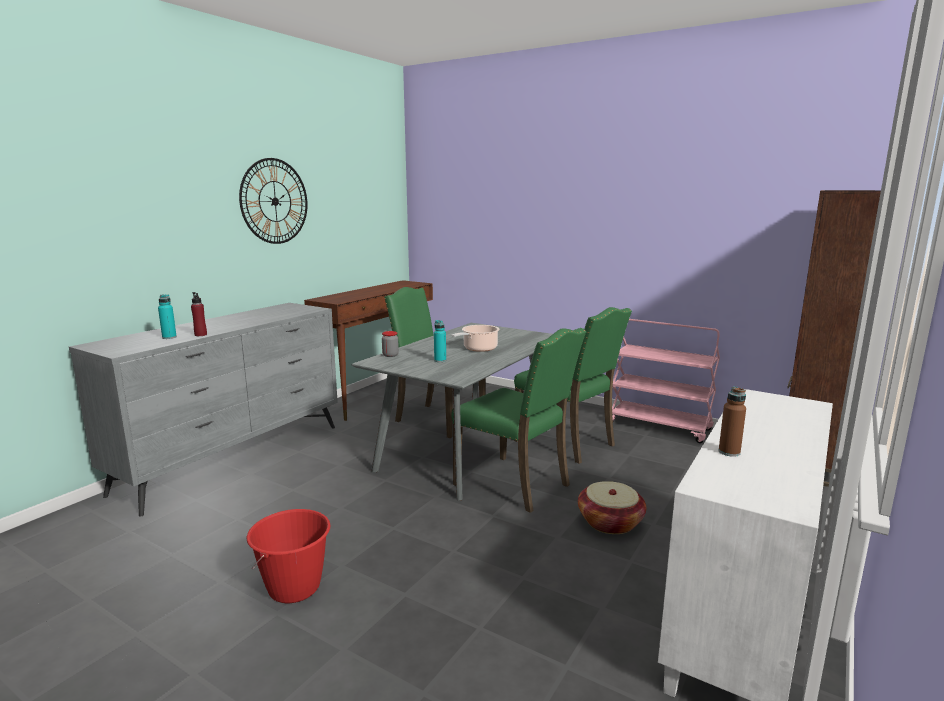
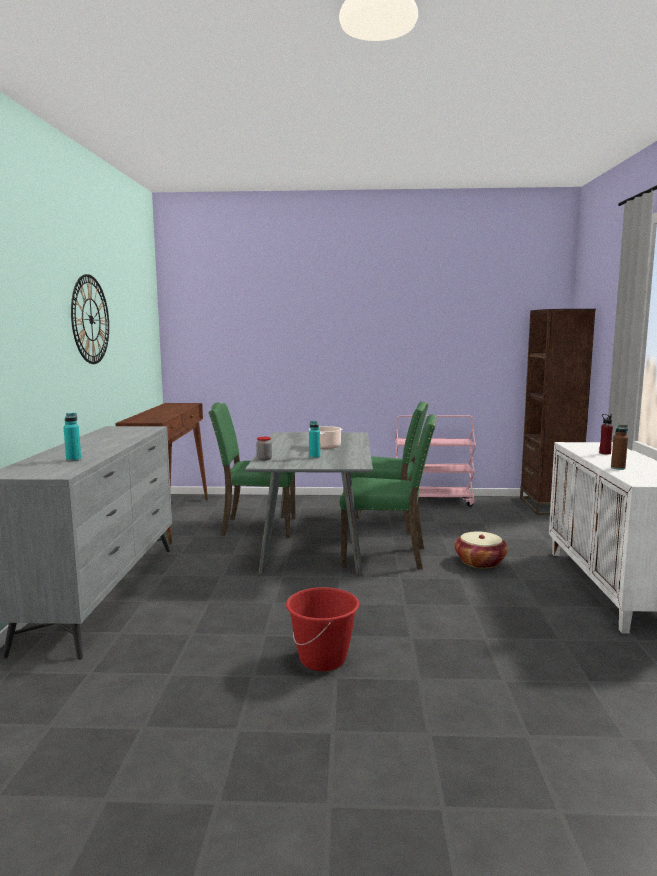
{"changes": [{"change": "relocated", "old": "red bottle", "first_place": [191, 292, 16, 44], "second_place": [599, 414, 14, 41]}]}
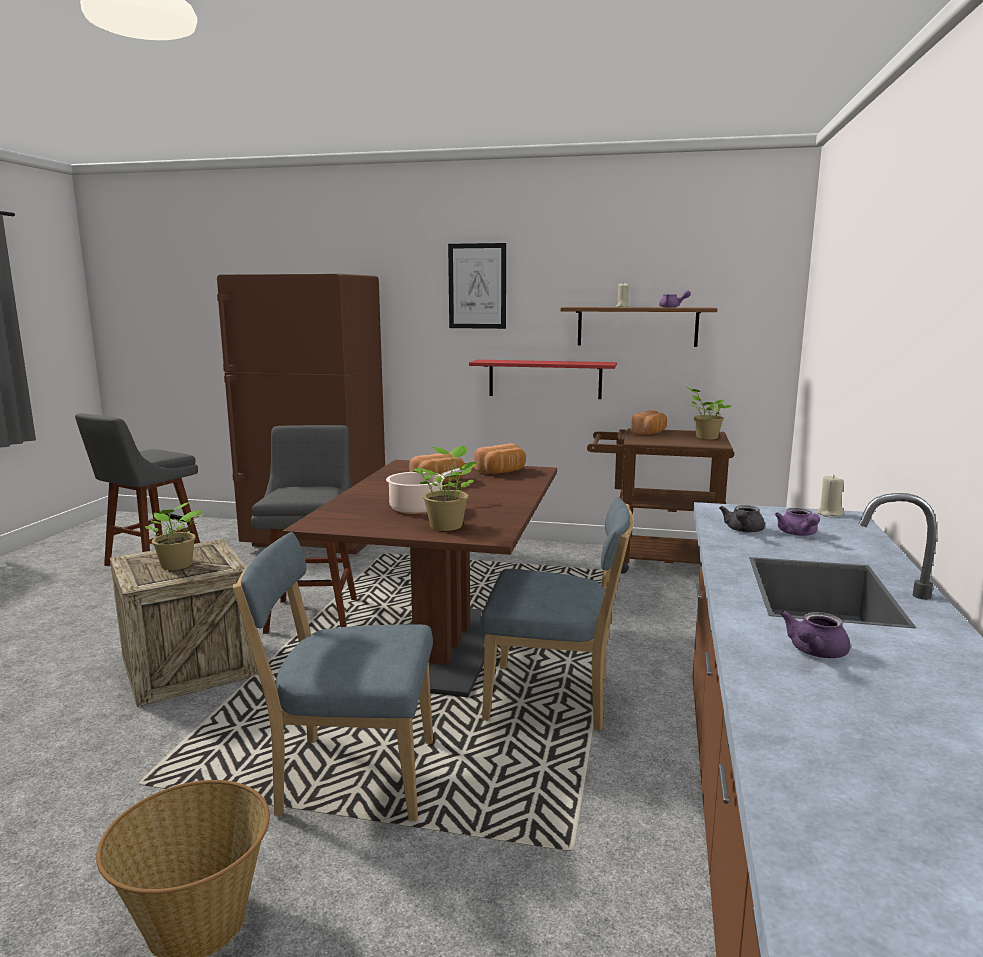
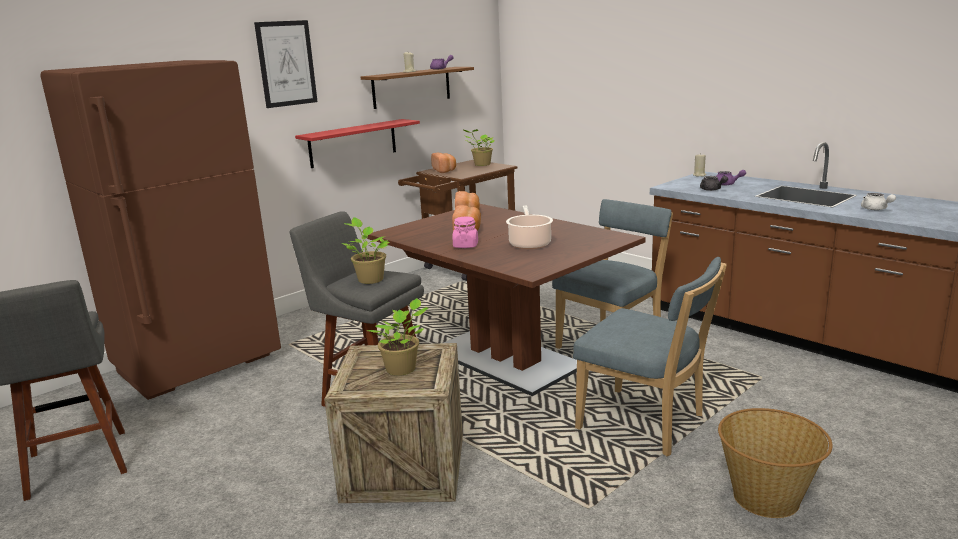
{"changes": [{"change": "relocated", "old": "potted plant", "first_place": [412, 445, 65, 86], "second_place": [341, 217, 48, 67]}, {"change": "spun", "old": "blue chair", "first_place": [233, 532, 200, 289], "second_place": [573, 257, 154, 199], "degrees": -90}, {"change": "colour", "old": "purple teapot", "new": "white teapot", "first_place": [780, 611, 70, 47], "second_place": [861, 193, 35, 17]}, {"change": "appeared", "new": "pink jar", "second_place": [452, 217, 26, 31]}]}
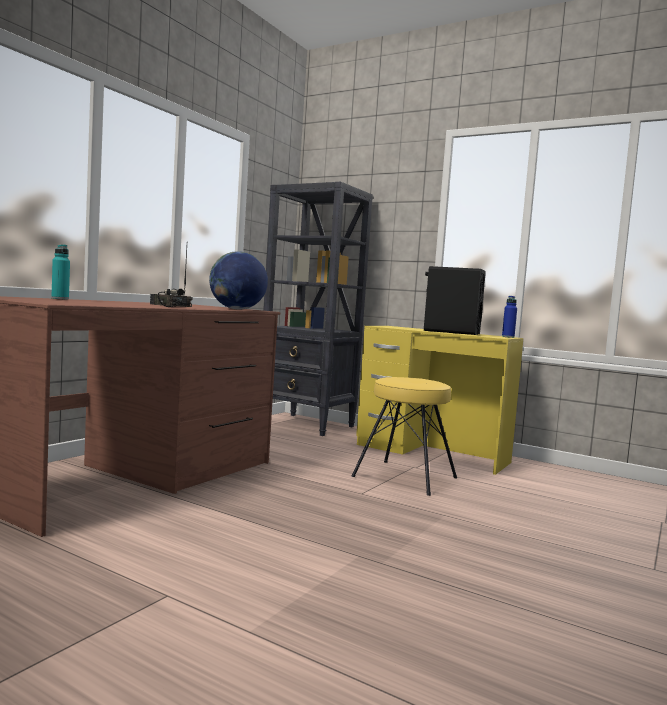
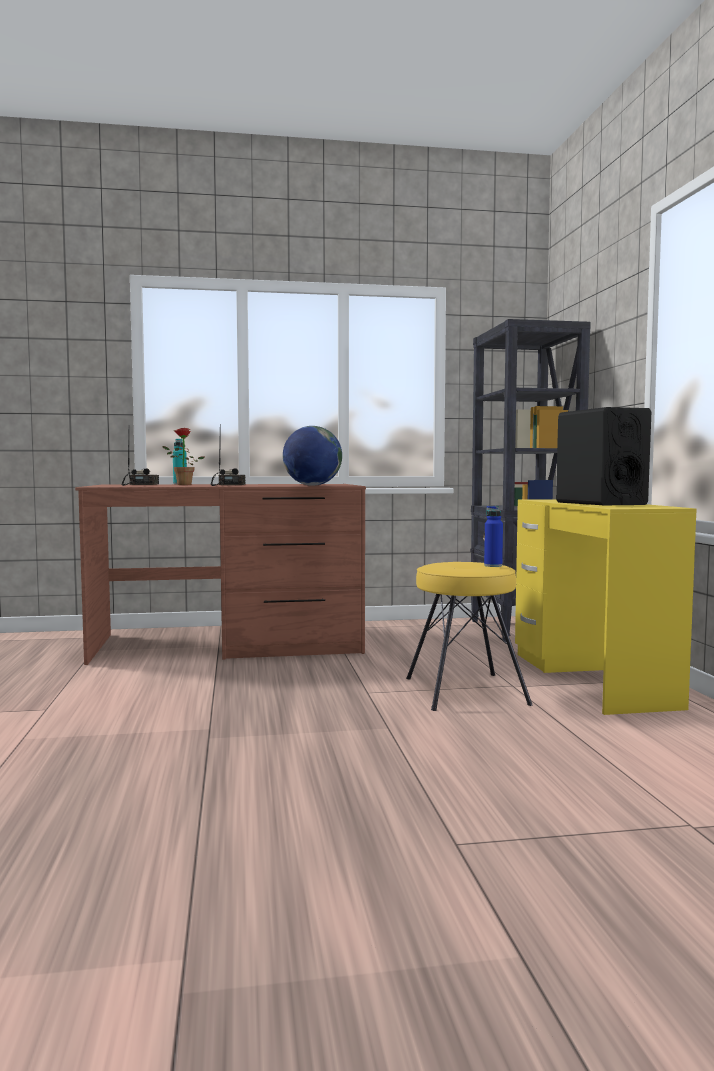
{"changes": [{"change": "relocated", "old": "blue bottle", "first_place": [502, 296, 15, 42], "second_place": [484, 506, 19, 61]}, {"change": "appeared", "new": "potted plant", "second_place": [163, 428, 41, 57]}, {"change": "appeared", "new": "radio", "second_place": [122, 435, 37, 51]}]}
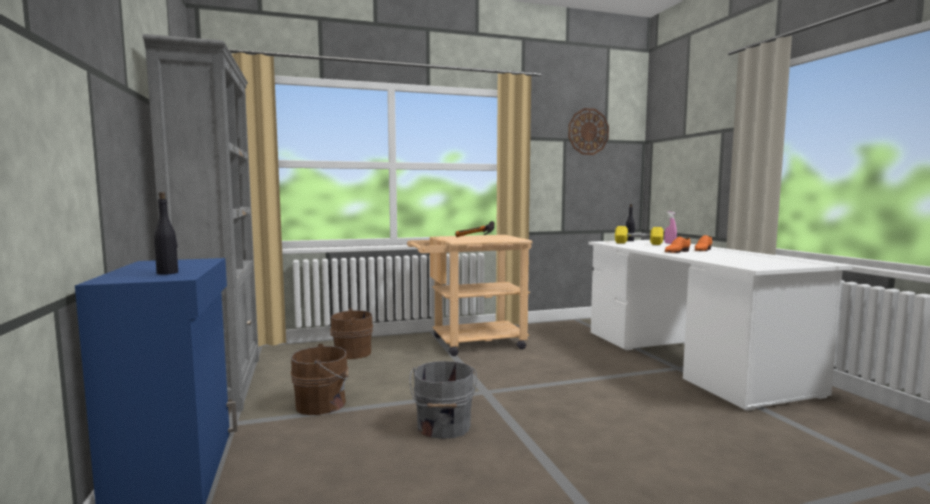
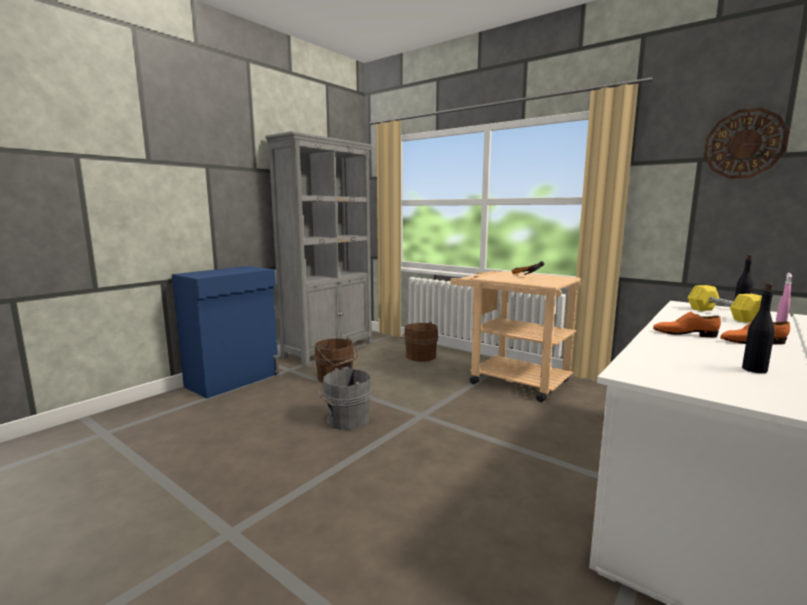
{"changes": [{"change": "relocated", "old": "black bottle", "first_place": [154, 192, 24, 83], "second_place": [742, 283, 33, 90]}]}
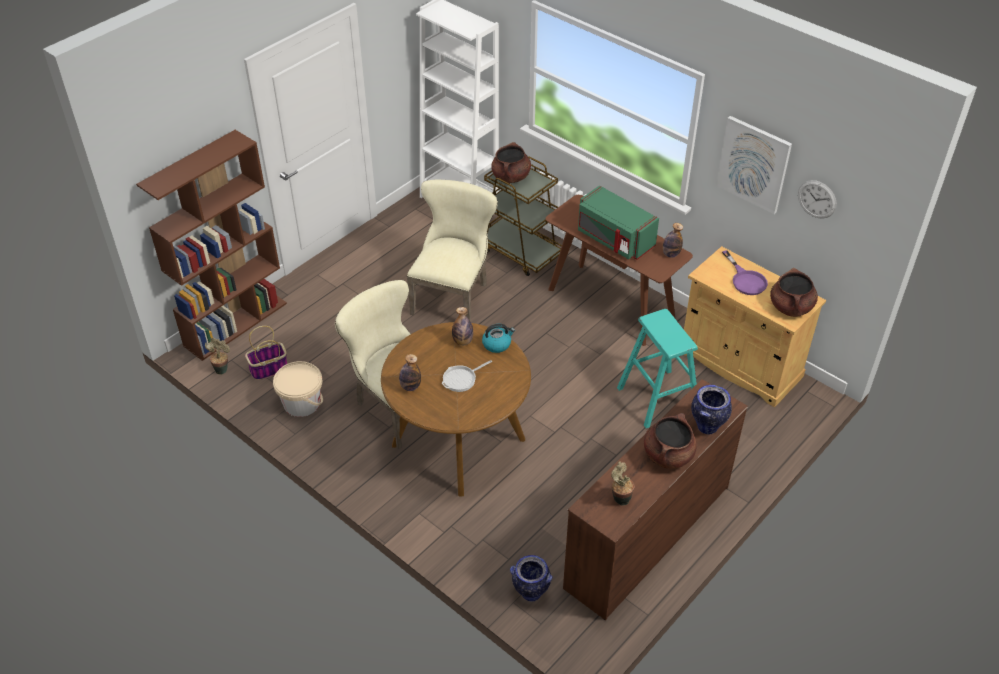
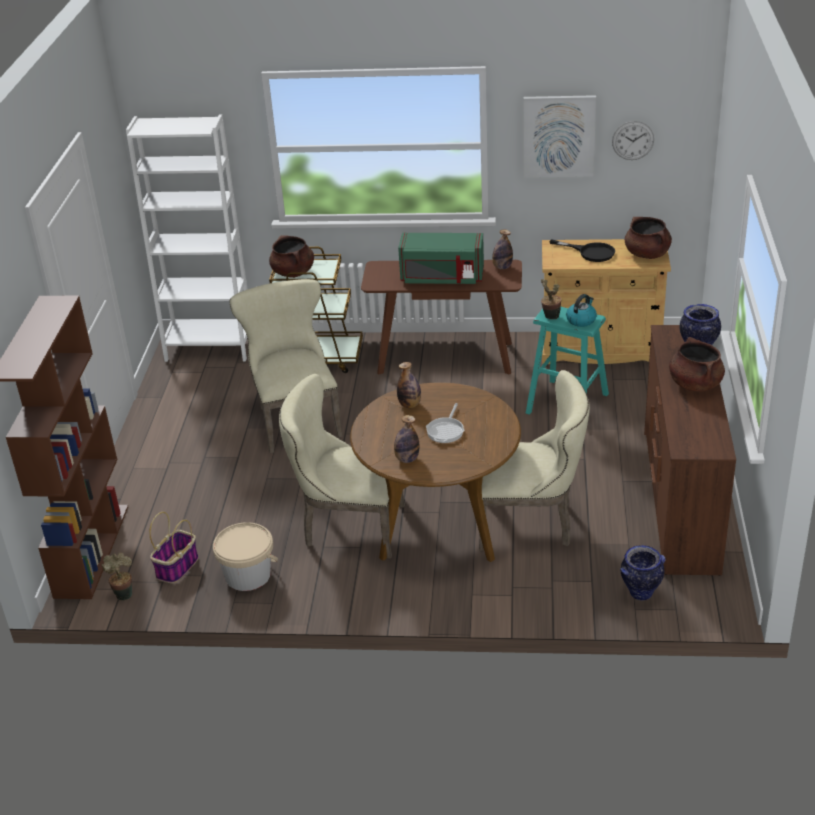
{"changes": [{"change": "colour", "old": "purple frying pan", "new": "black frying pan", "first_place": [722, 250, 46, 45], "second_place": [549, 239, 66, 23]}, {"change": "relocated", "old": "kettle", "first_place": [482, 324, 33, 29], "second_place": [566, 294, 31, 33]}, {"change": "relocated", "old": "potted plant", "first_place": [611, 461, 23, 45], "second_place": [541, 279, 20, 40]}, {"change": "appeared", "new": "beige chair", "second_place": [479, 370, 111, 181]}]}
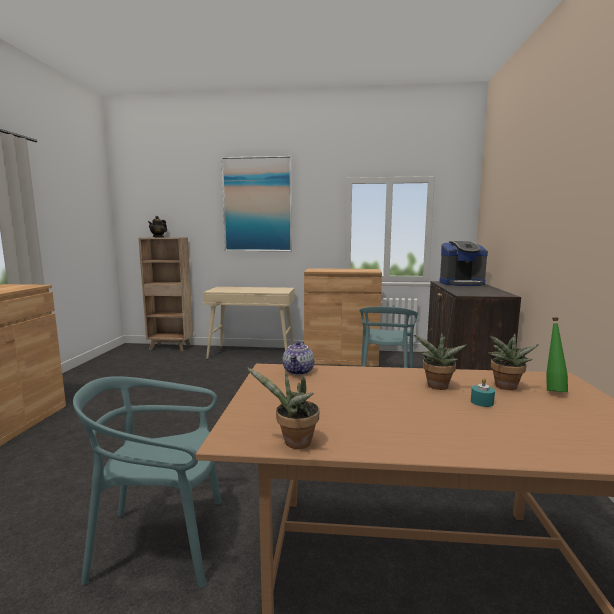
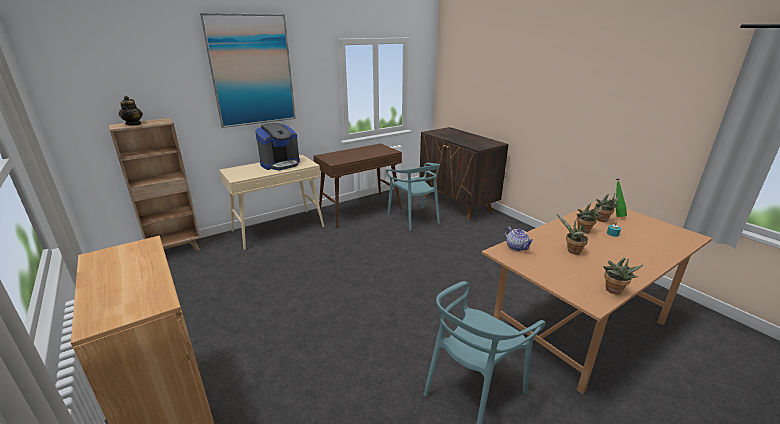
{"changes": [{"change": "relocated", "old": "coffee machine", "first_place": [440, 241, 48, 45], "second_place": [255, 123, 45, 47]}, {"change": "exchanged", "old": "brown cabinet", "new": "brown console table", "first_place": [304, 268, 78, 98], "second_place": [313, 143, 89, 85]}, {"change": "appeared", "new": "potted plant", "second_place": [557, 214, 31, 40]}]}
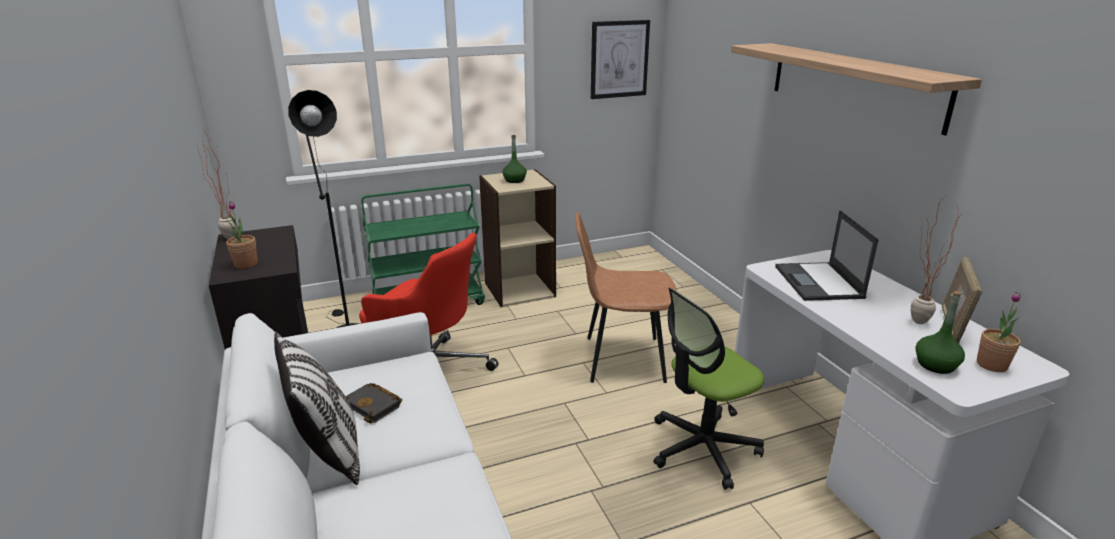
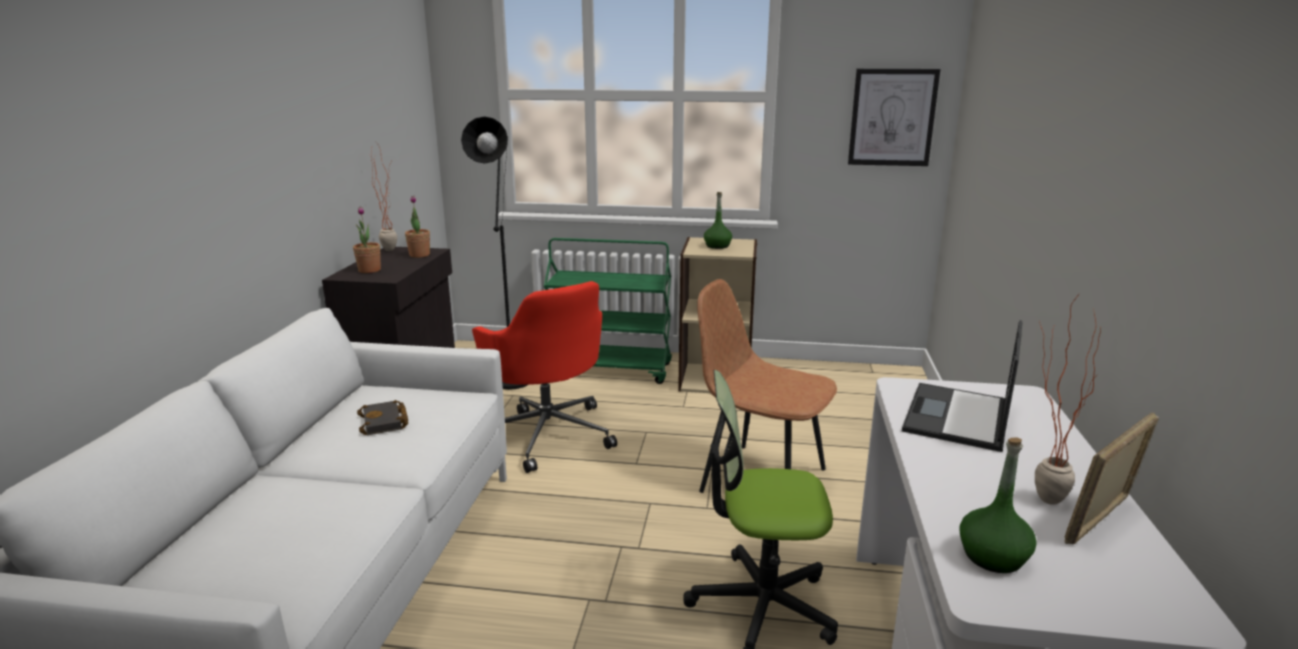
{"changes": [{"change": "missing", "old": "shelf", "first_place": [731, 43, 251, 92]}, {"change": "relocated", "old": "potted plant", "first_place": [977, 292, 44, 80], "second_place": [405, 196, 25, 62]}, {"change": "missing", "old": "pillow", "first_place": [274, 332, 86, 153]}]}
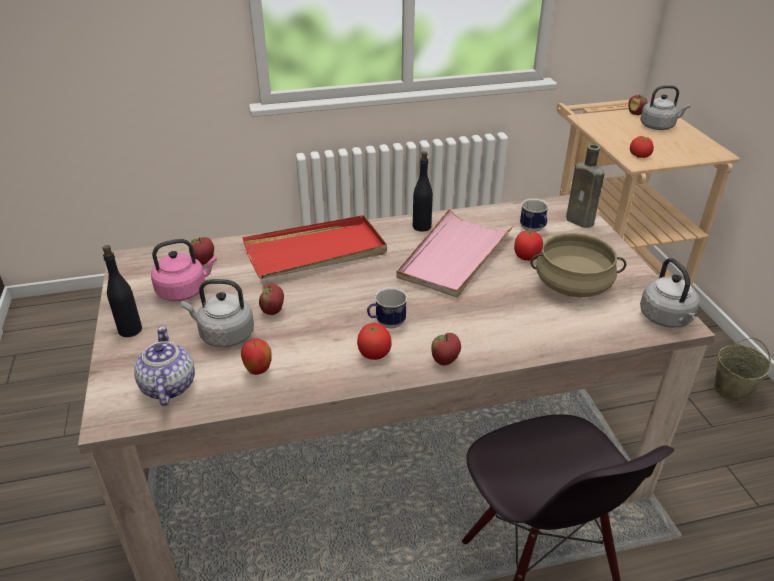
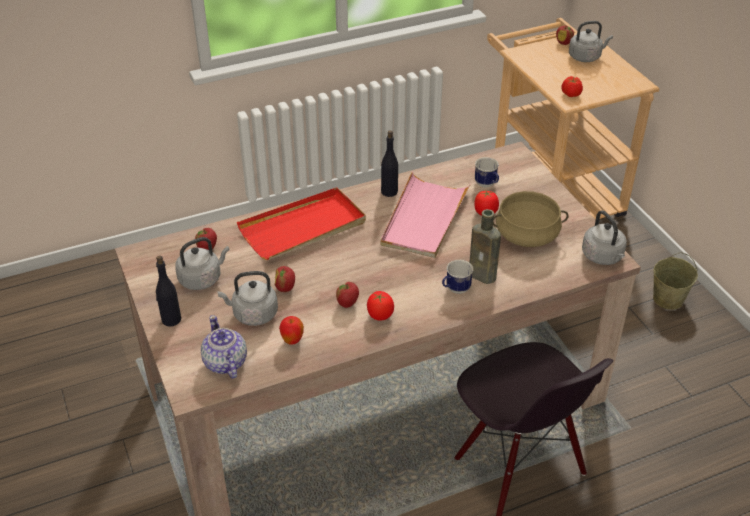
{"changes": [{"change": "relocated", "old": "brown bottle", "first_place": [566, 144, 38, 84], "second_place": [469, 209, 32, 76]}, {"change": "colour", "old": "pink kettle", "new": "grey kettle", "first_place": [151, 239, 66, 62], "second_place": [175, 237, 55, 53]}, {"change": "relocated", "old": "mug", "first_place": [367, 287, 40, 42], "second_place": [442, 260, 31, 34]}, {"change": "relocated", "old": "apple", "first_place": [431, 333, 30, 32], "second_place": [336, 282, 23, 26]}]}
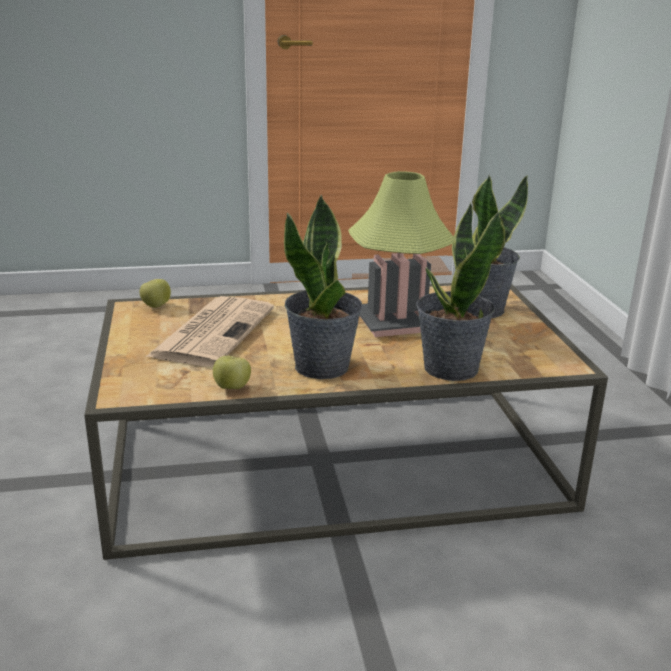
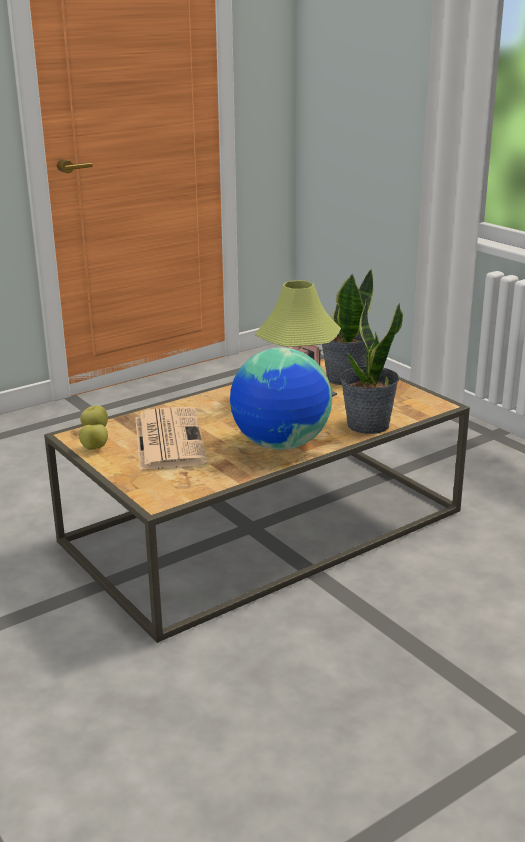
{"changes": [{"change": "exchanged", "old": "potted plant", "new": "globe", "first_place": [284, 194, 79, 185], "second_place": [230, 348, 102, 102]}, {"change": "relocated", "old": "apple", "first_place": [213, 356, 38, 33], "second_place": [79, 424, 29, 26]}]}
